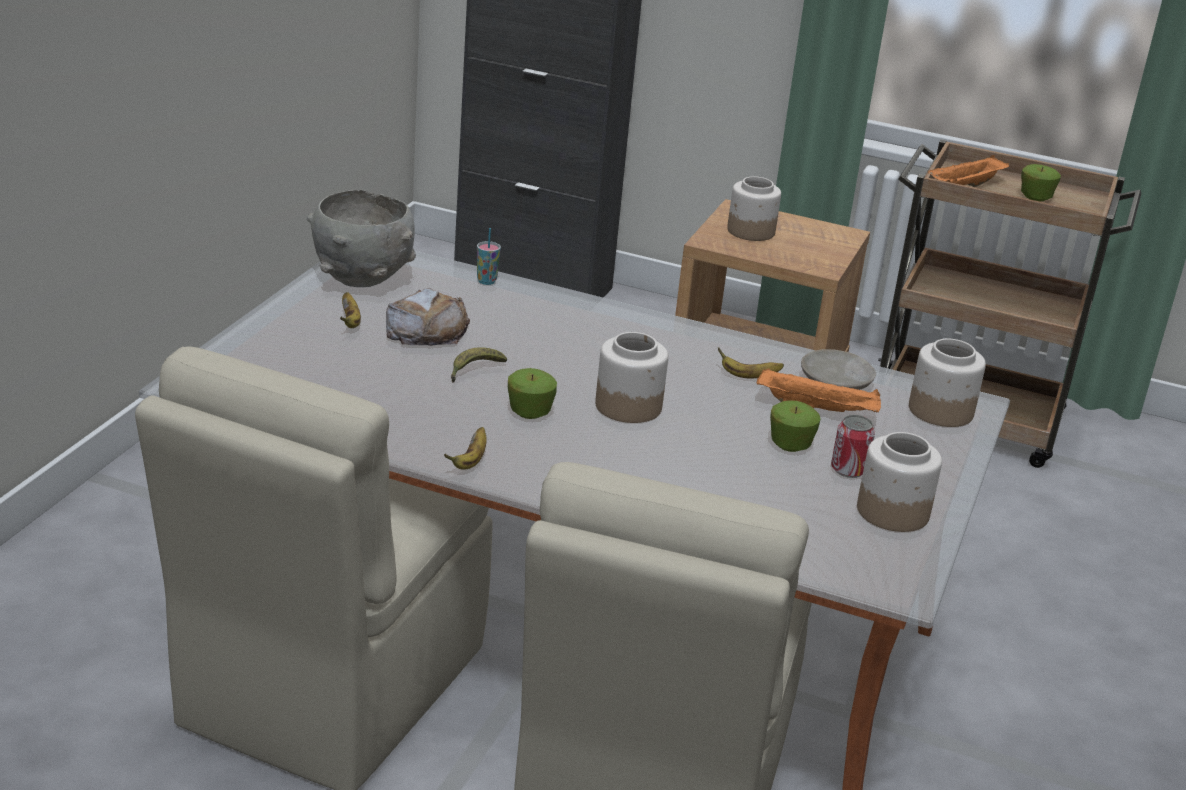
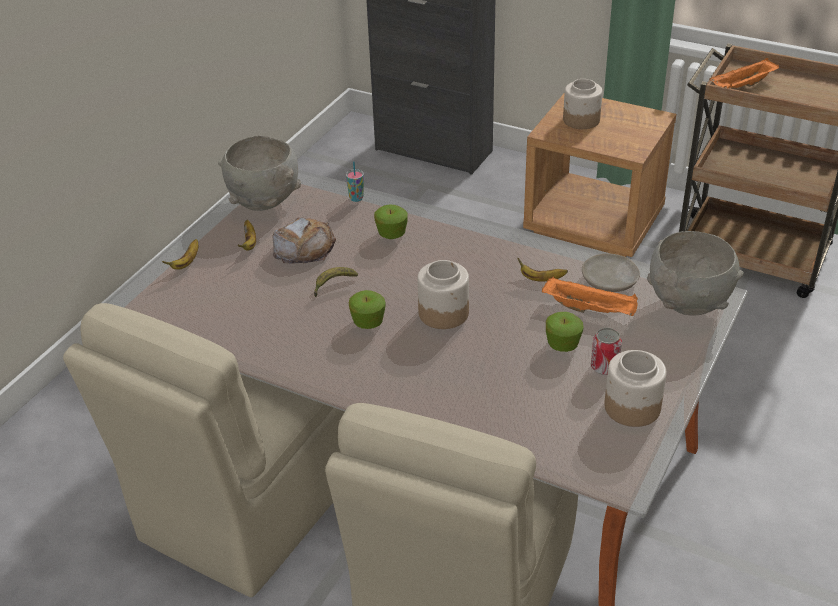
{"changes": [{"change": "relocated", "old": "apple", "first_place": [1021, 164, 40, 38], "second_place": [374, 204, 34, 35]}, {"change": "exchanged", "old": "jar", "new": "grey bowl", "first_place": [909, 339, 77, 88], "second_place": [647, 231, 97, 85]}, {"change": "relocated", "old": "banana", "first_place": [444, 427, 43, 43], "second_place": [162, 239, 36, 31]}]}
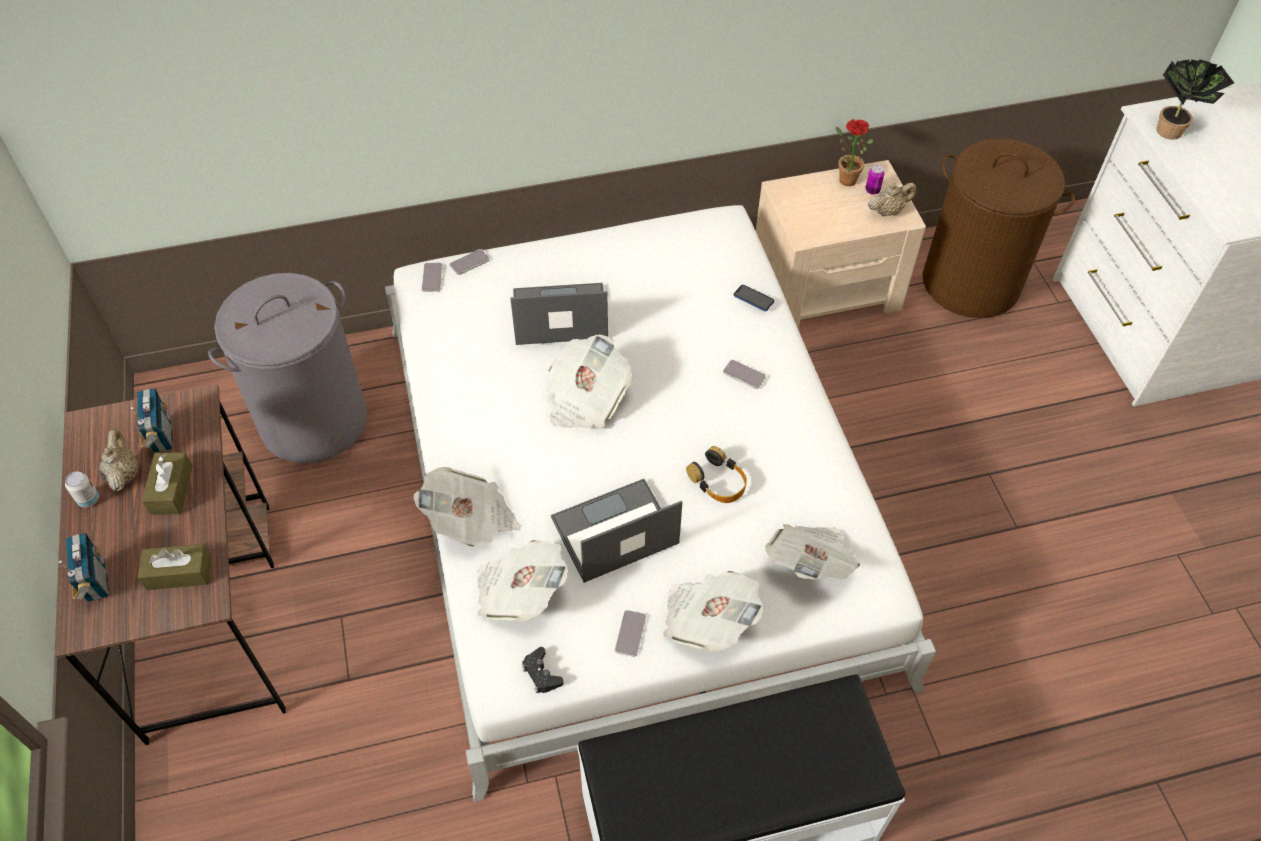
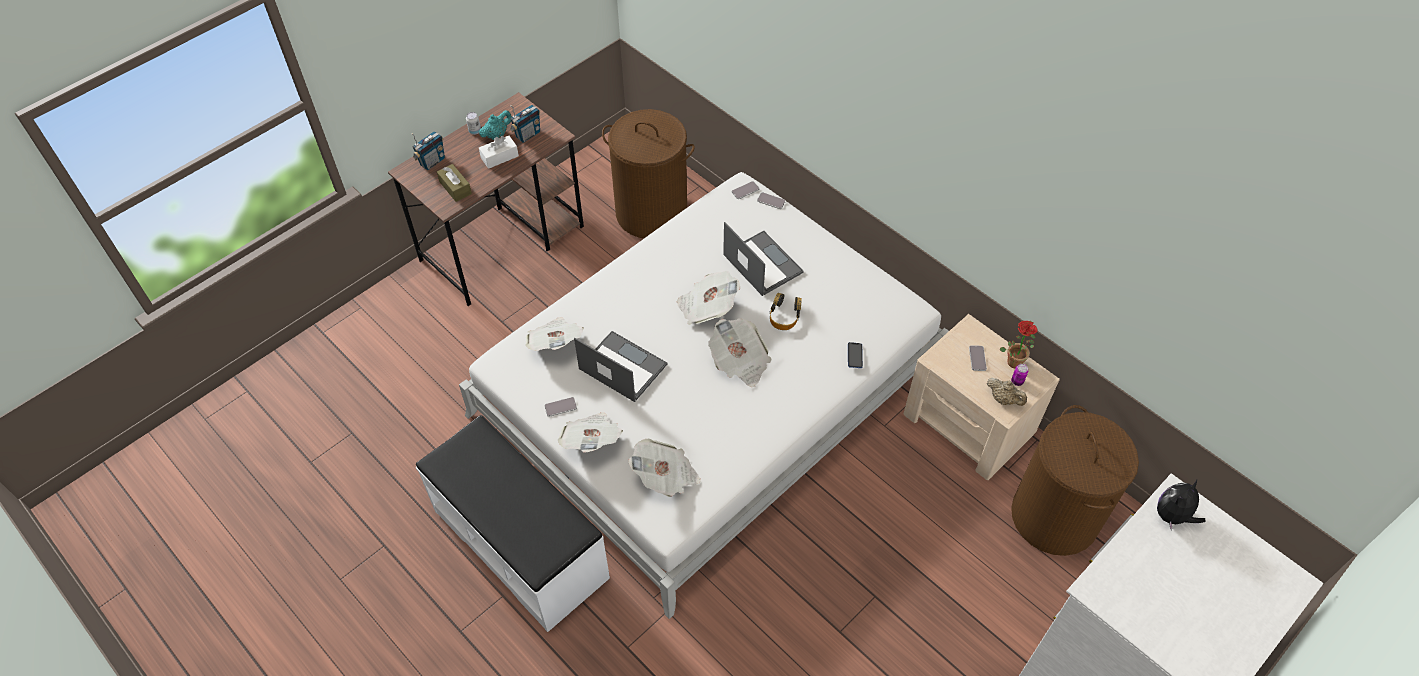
{"changes": [{"change": "exchanged", "old": "potted plant", "new": "plush toy", "first_place": [1156, 59, 78, 81], "second_place": [1157, 480, 49, 51]}, {"change": "colour", "old": "grey laundry basket", "new": "brown laundry basket", "first_place": [208, 273, 159, 190], "second_place": [602, 109, 93, 129]}, {"change": "relocated", "old": "phone", "first_place": [723, 360, 43, 29], "second_place": [969, 345, 18, 26]}, {"change": "colour", "old": "beige teapot", "new": "turquoise teapot", "first_place": [99, 429, 39, 62], "second_place": [479, 110, 33, 30]}, {"change": "relocated", "old": "headphones", "first_place": [686, 446, 61, 57], "second_place": [769, 293, 33, 37]}, {"change": "colour", "old": "brown tissue box", "new": "white tissue box", "first_place": [142, 452, 51, 63], "second_place": [479, 136, 40, 33]}, {"change": "relocated", "old": "newspaper", "first_place": [413, 467, 106, 80], "second_place": [708, 318, 64, 69]}, {"change": "missing", "old": "black game controller", "first_place": [522, 647, 41, 46]}]}
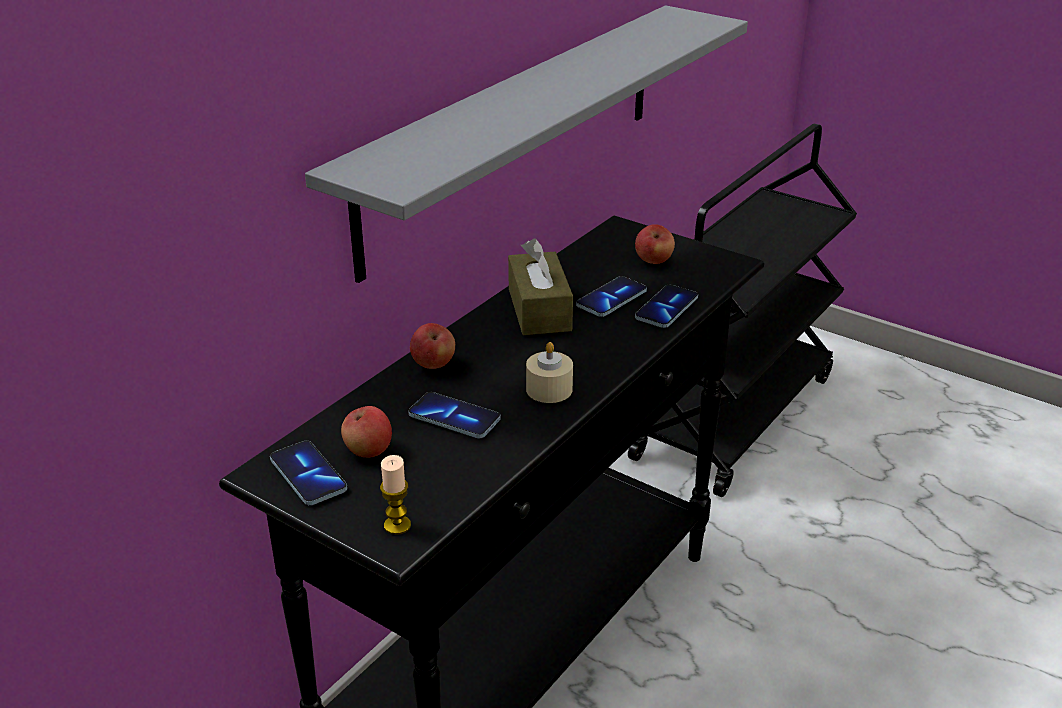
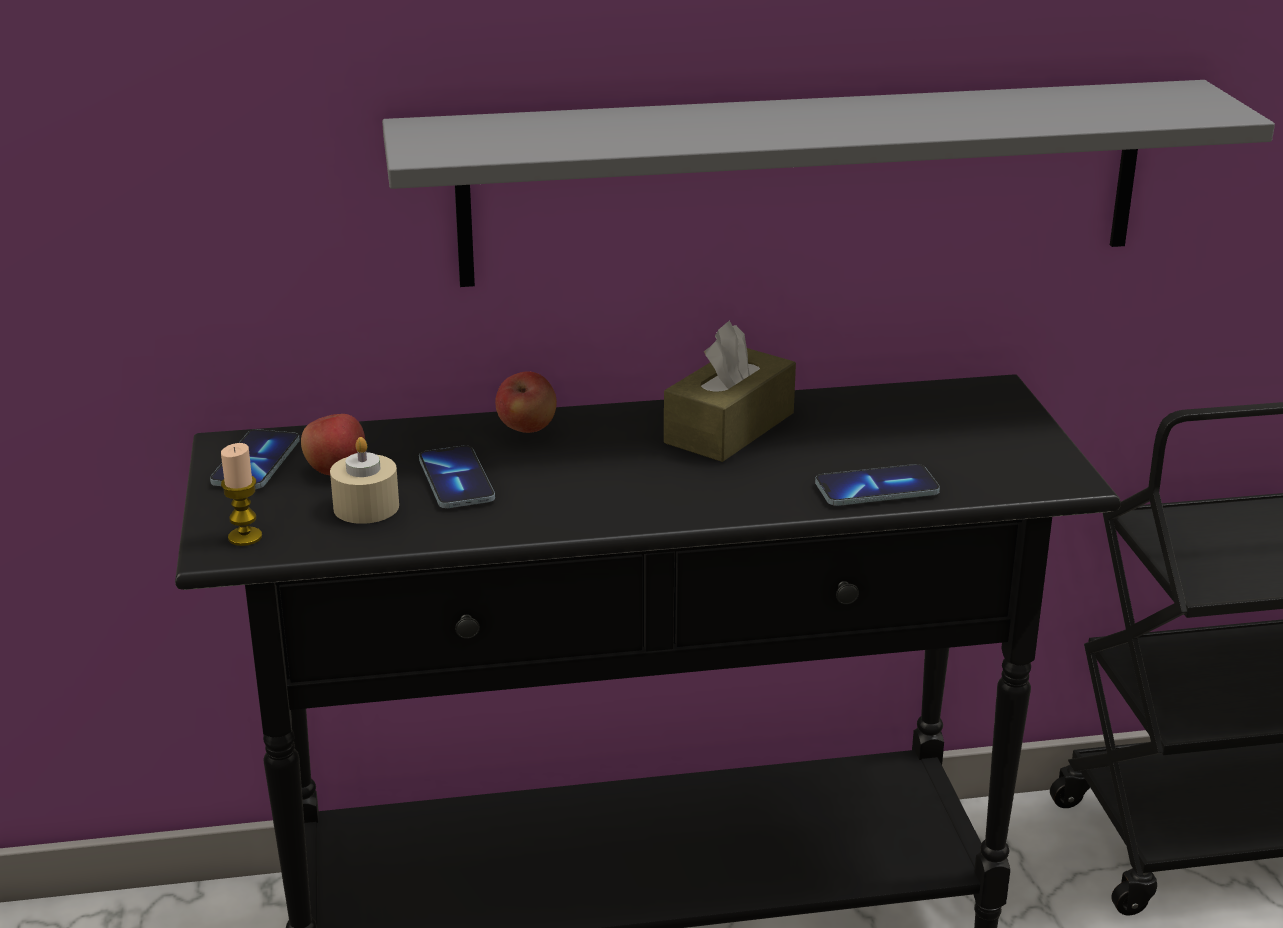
{"changes": [{"change": "missing", "old": "apple", "first_place": [635, 224, 40, 40]}, {"change": "missing", "old": "phone", "first_place": [576, 276, 71, 41]}, {"change": "relocated", "old": "beige candle", "first_place": [526, 342, 47, 61], "second_place": [330, 437, 69, 87]}]}
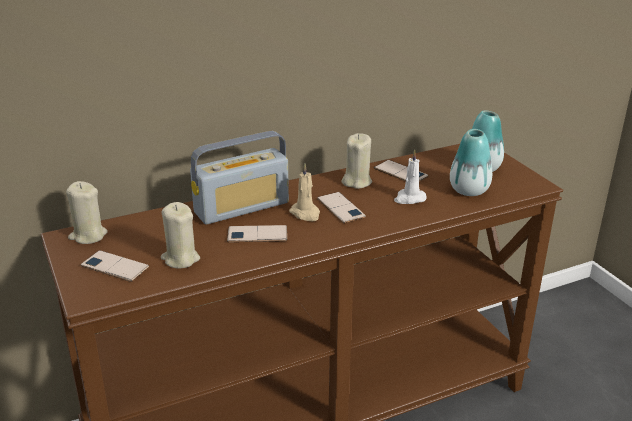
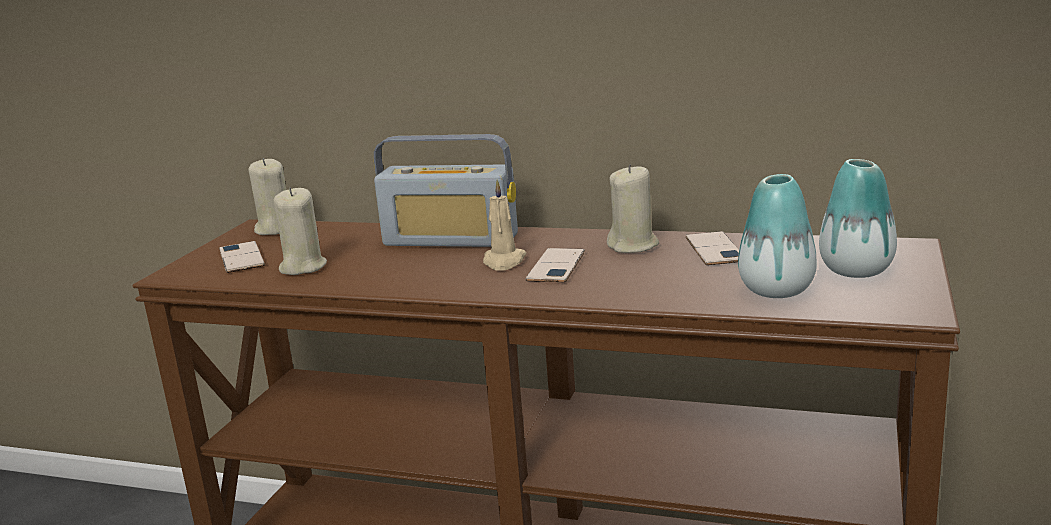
{"changes": [{"change": "missing", "old": "white candle", "first_place": [394, 150, 33, 54]}, {"change": "missing", "old": "phone", "first_place": [227, 225, 60, 17]}]}
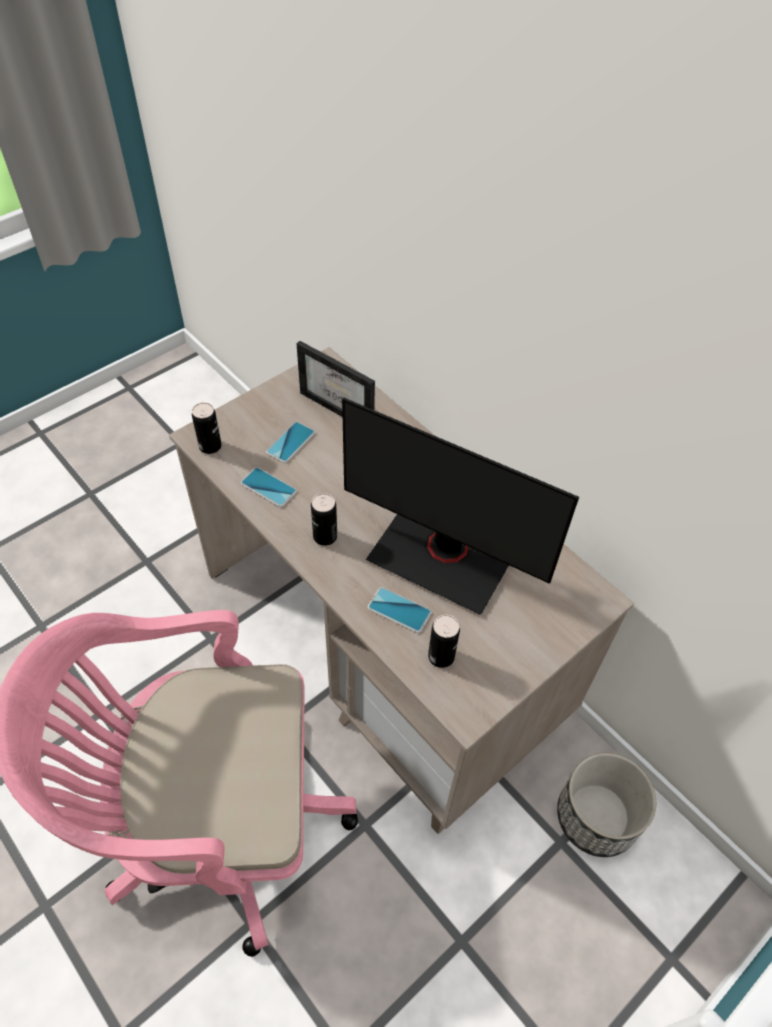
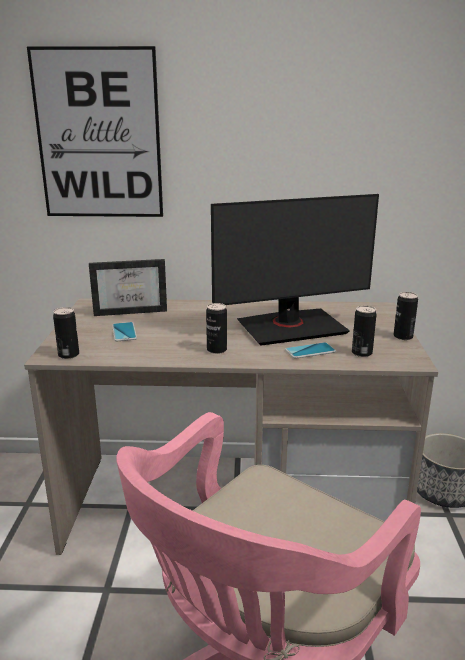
{"changes": [{"change": "missing", "old": "phone", "first_place": [241, 467, 56, 40]}, {"change": "appeared", "new": "picture", "second_place": [27, 46, 136, 171]}, {"change": "appeared", "new": "can", "second_place": [394, 292, 24, 48]}]}
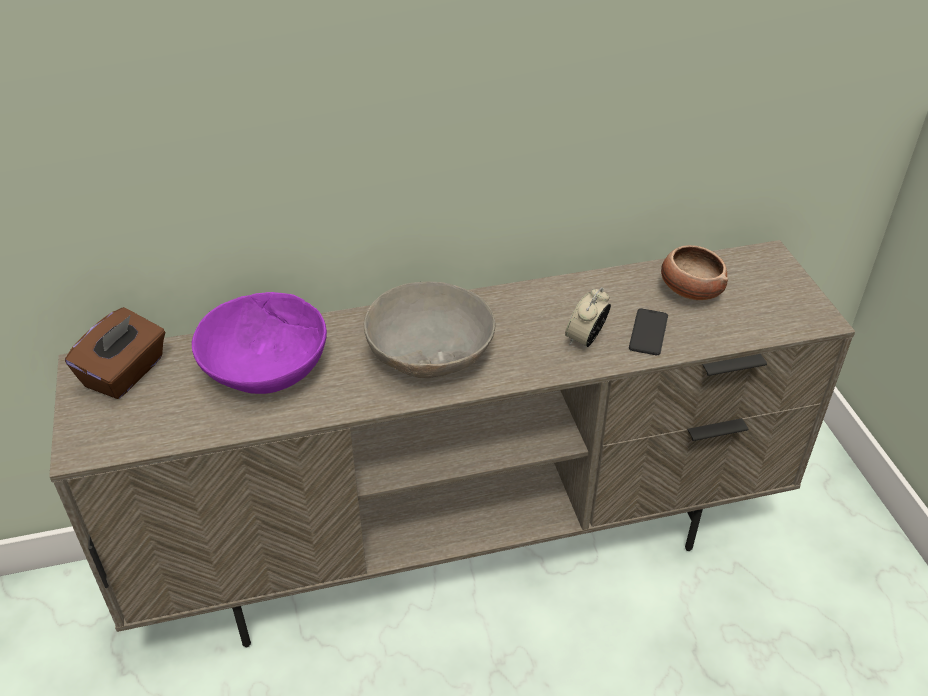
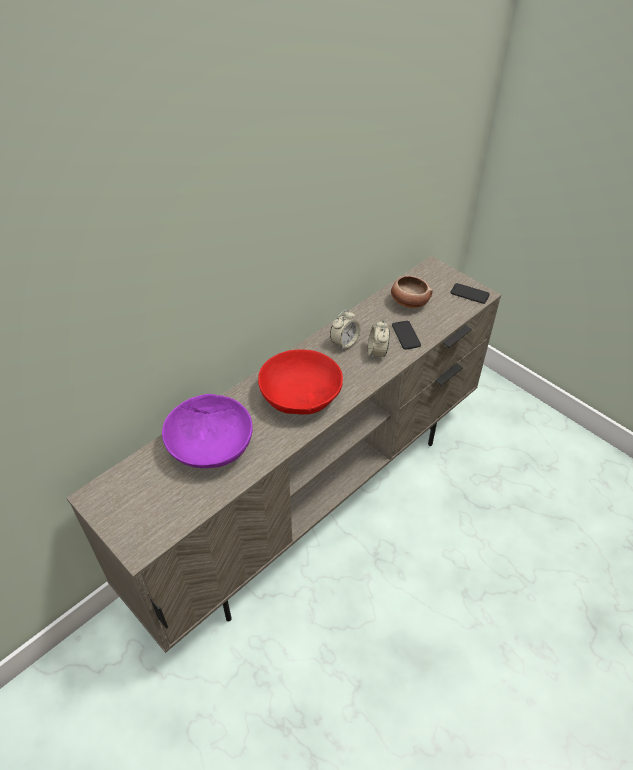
{"changes": [{"change": "colour", "old": "grey bowl", "new": "red bowl", "first_place": [364, 282, 131, 96], "second_place": [258, 350, 85, 65]}, {"change": "missing", "old": "brown tissue box", "first_place": [65, 307, 100, 92]}, {"change": "appeared", "new": "phone", "second_place": [450, 283, 40, 21]}, {"change": "appeared", "new": "alarm clock", "second_place": [330, 309, 31, 42]}]}
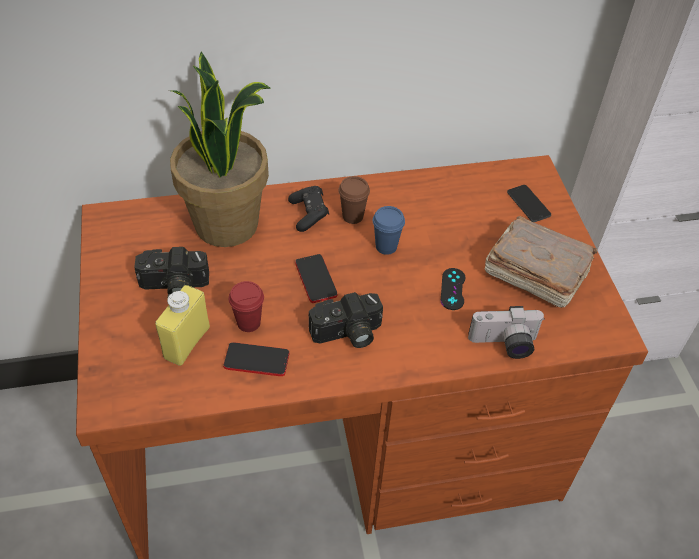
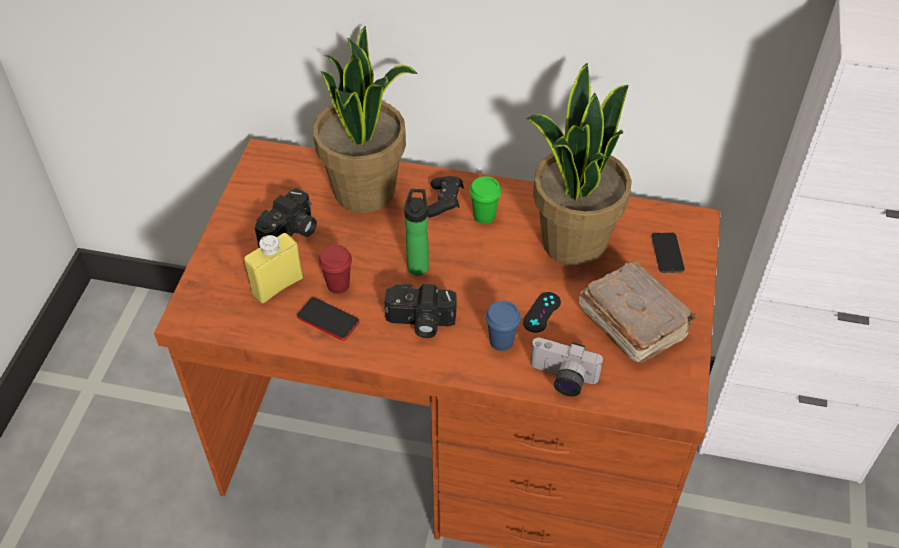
{"changes": [{"change": "colour", "old": "brown cup", "new": "green cup", "first_place": [338, 176, 32, 48], "second_place": [470, 176, 31, 48]}, {"change": "relocated", "old": "blue cup", "first_place": [373, 206, 32, 49], "second_place": [486, 301, 35, 50]}, {"change": "spun", "old": "photo camera", "first_place": [134, 247, 75, 48], "second_place": [255, 188, 62, 60], "degrees": -75}, {"change": "exchanged", "old": "phone", "new": "bottle", "first_place": [295, 254, 42, 49], "second_place": [404, 189, 25, 86]}, {"change": "appeared", "new": "potted plant", "second_place": [526, 63, 106, 203]}]}
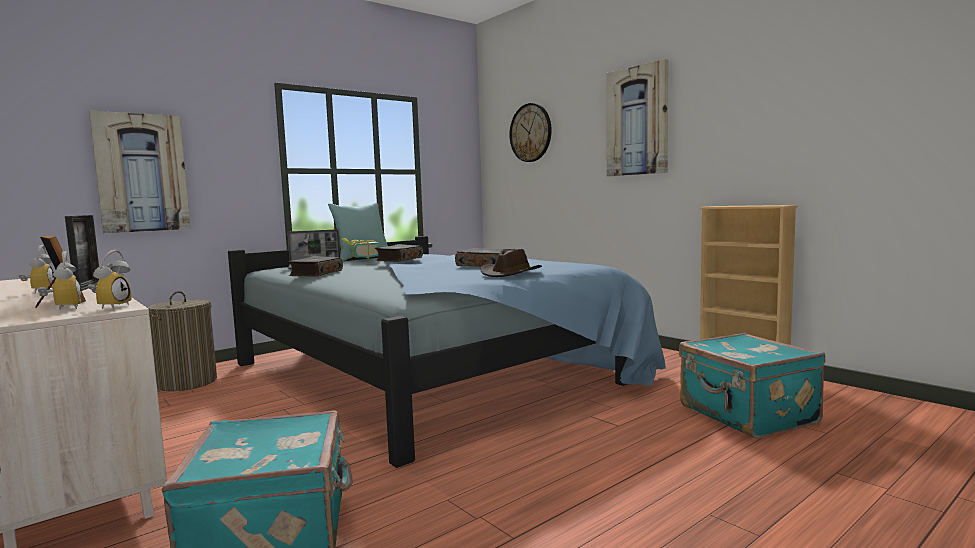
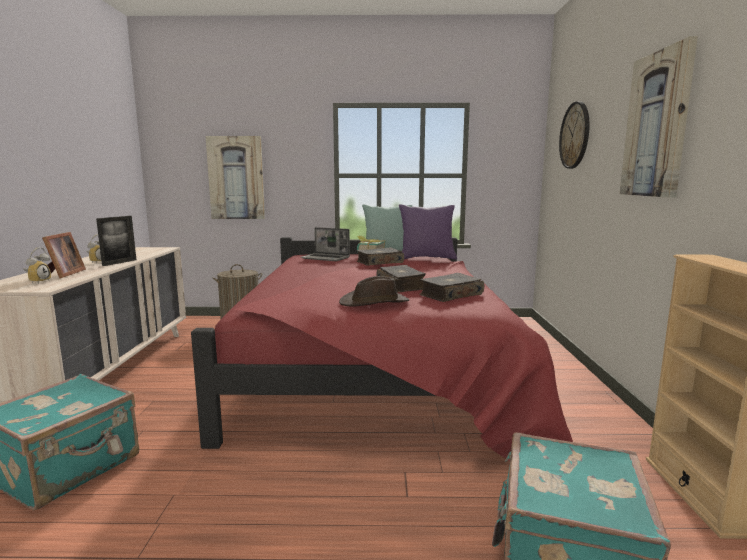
{"changes": [{"change": "colour", "old": "blue bed", "new": "red bed", "first_place": [228, 236, 438, 232], "second_place": [191, 237, 382, 224]}, {"change": "missing", "old": "alarm clock", "first_place": [87, 250, 44, 59]}, {"change": "relocated", "old": "book", "first_place": [288, 256, 55, 21], "second_place": [419, 273, 65, 29]}, {"change": "appeared", "new": "purple pillow", "second_place": [399, 204, 58, 55]}]}
